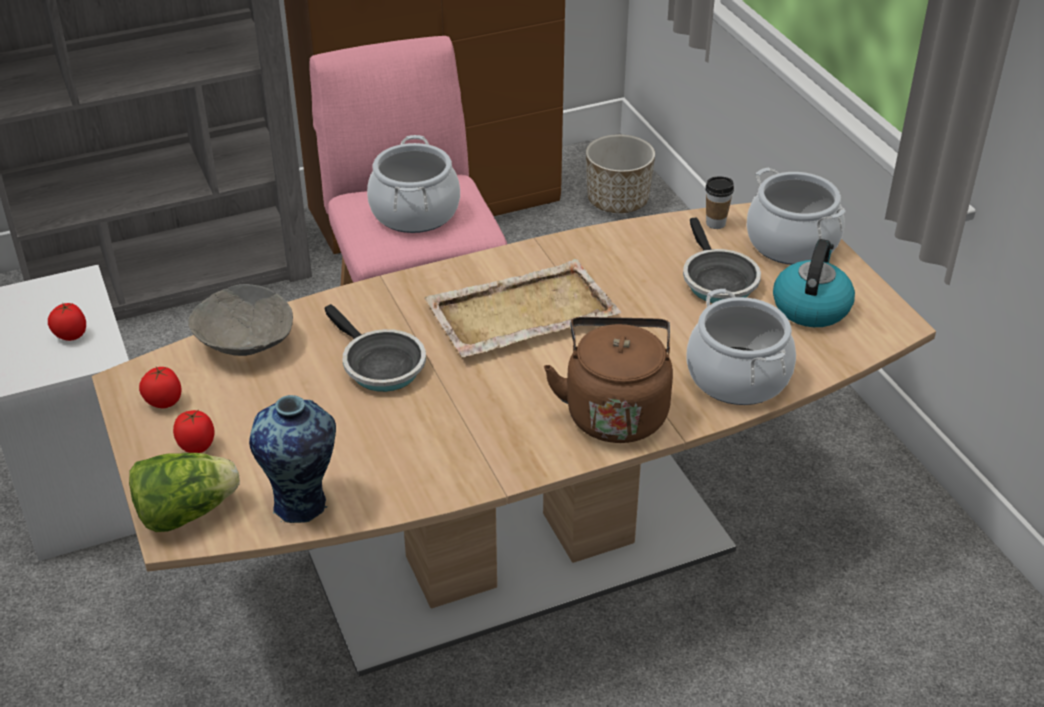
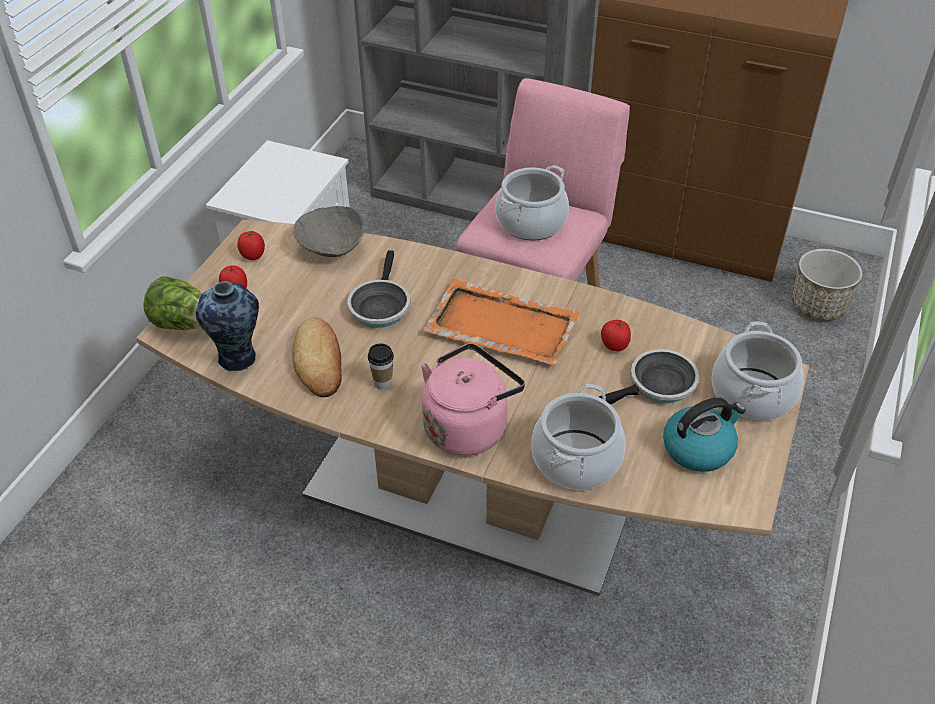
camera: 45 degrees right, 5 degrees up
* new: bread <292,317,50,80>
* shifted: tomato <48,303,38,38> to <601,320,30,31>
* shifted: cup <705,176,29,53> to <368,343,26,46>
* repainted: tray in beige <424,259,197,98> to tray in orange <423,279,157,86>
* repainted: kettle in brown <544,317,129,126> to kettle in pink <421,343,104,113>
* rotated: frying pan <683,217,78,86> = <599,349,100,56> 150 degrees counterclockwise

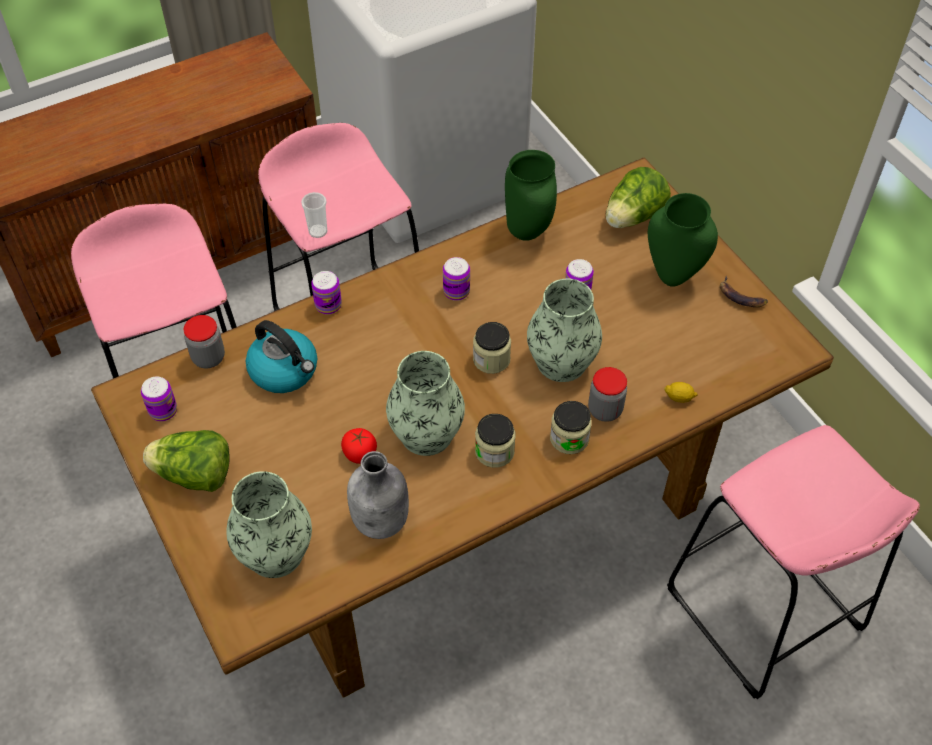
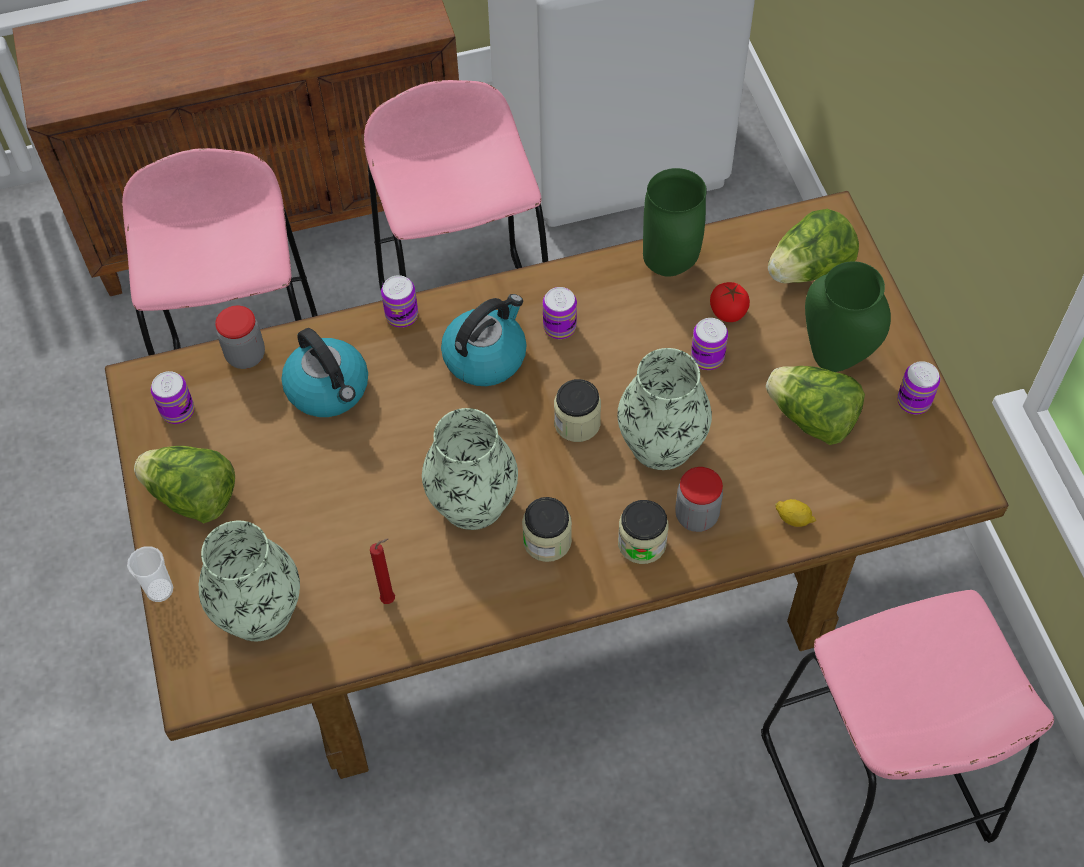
camera: 15 degrees right, 5 degrees up
* new: kettle <441,294,86,92>
* new: lettuce <766,366,99,79>
* shifted: cup <301,192,27,46> to <127,546,46,56>
* shifted: tomato <341,428,36,36> to <710,282,40,40>
* swapped: bottle in grey <347,451,62,88> to candle in red <370,538,25,66>
* swapped: banana <720,276,48,31> to can <897,361,43,53>

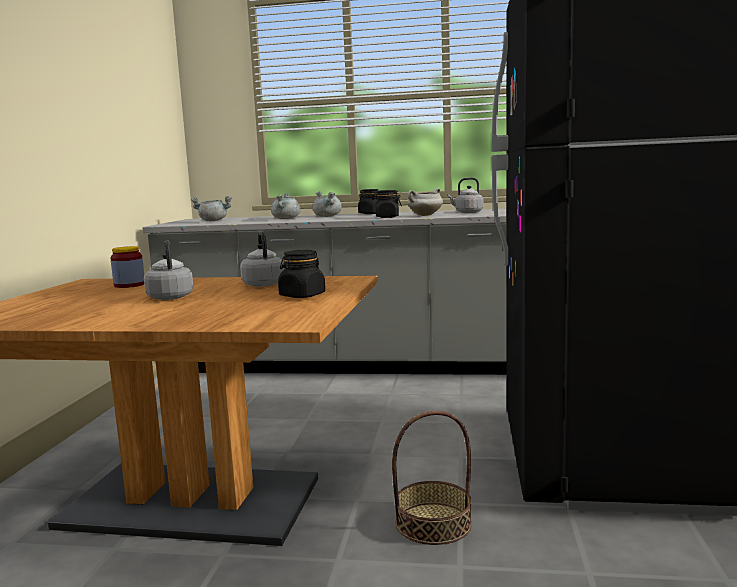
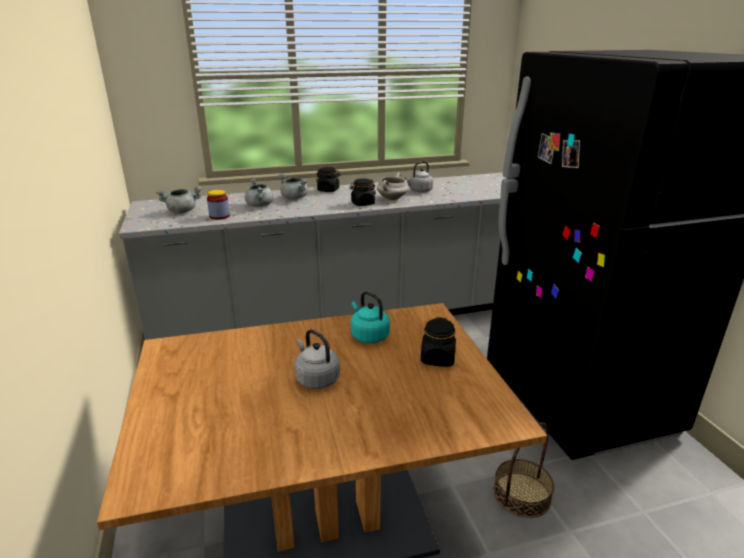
camera: 25 degrees left, 15 degrees up
* shifted: jar <110,246,34,42> to <207,190,23,30>
* repainted: kettle in grey <240,232,44,55> to kettle in turquoise <351,291,39,52>

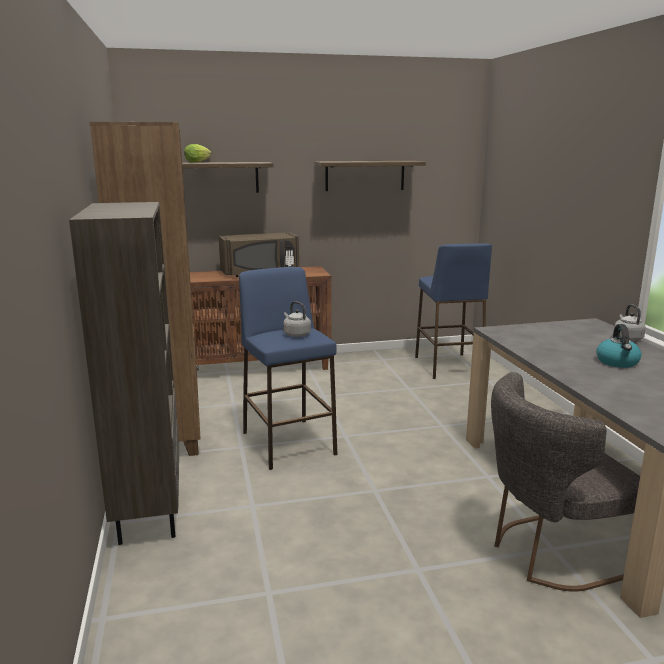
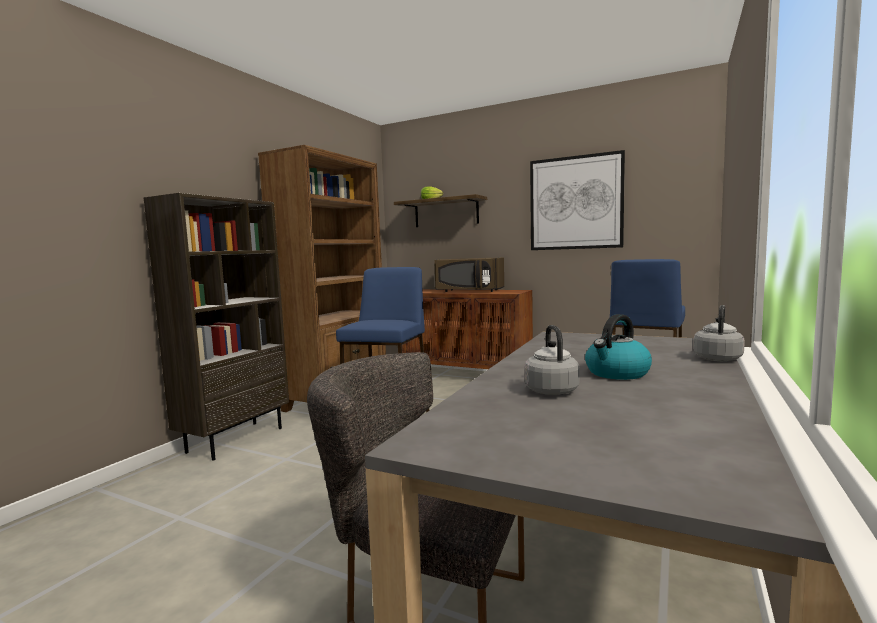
camera: 40 degrees right, 10 degrees down
* shifted: kettle in grey <283,301,28,36> to <524,325,56,70>
* swapped: shelf <315,161,111,30> to picture <530,150,95,100>

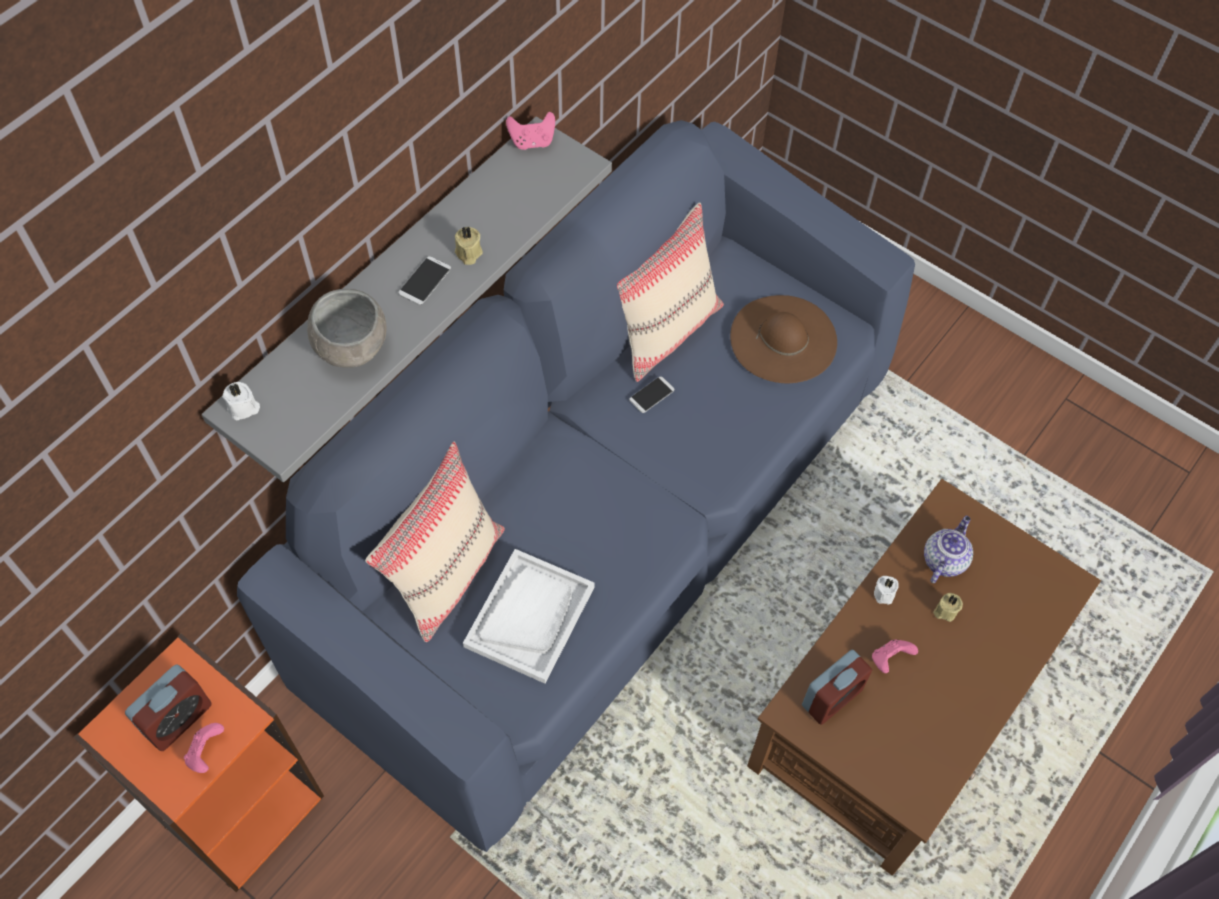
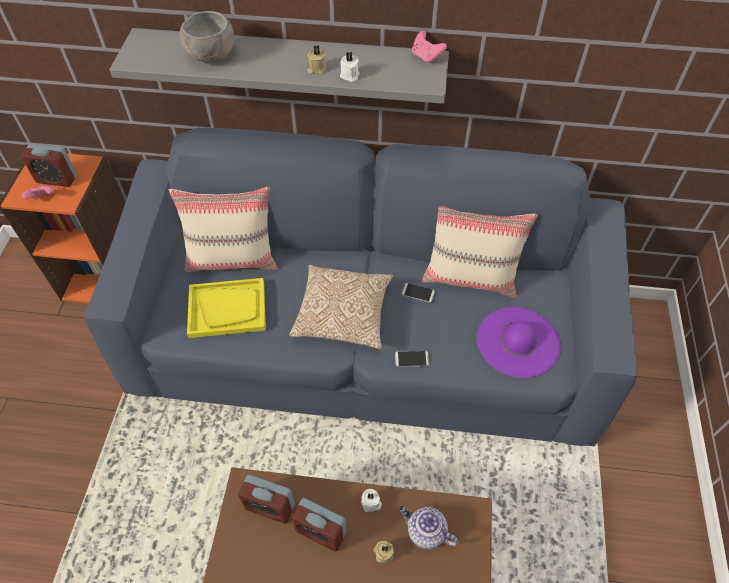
camera: 60 degrees right, 5 degrees down
* new: pillow <289,264,104,85>
* shifted: candle in white <222,382,38,38> to <340,51,20,31>
* shifted: phone <398,256,53,49> to <395,351,34,16>
* swapped: game controller in pink <872,640,46,33> to alarm clock <292,498,55,54>
* repainted: tray in white <463,549,132,135> to tray in yellow <187,278,79,60>
* repainted: hat in brown <730,295,107,88> to hat in purple <477,307,84,71>
* rotated: teapot <924,516,49,67> = <399,506,59,44> 150 degrees counterclockwise

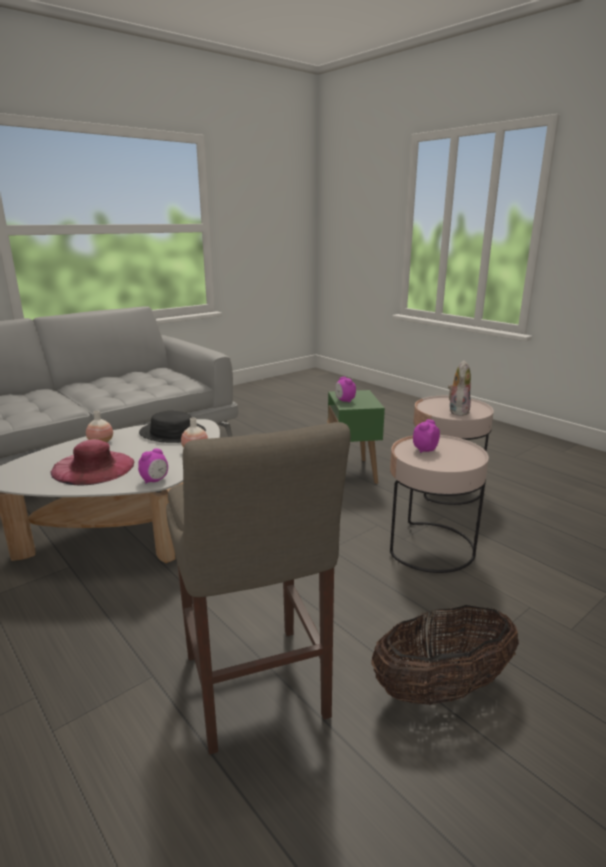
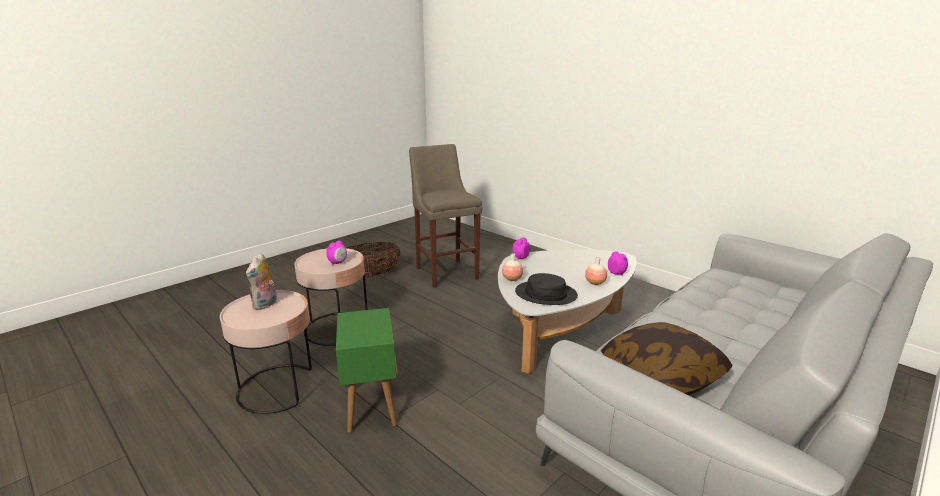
camera: 175 degrees right, 0 degrees up
* gone: hat in pink <50,439,85,47>
* new: pillow <601,322,132,73>
* shifted: alarm clock <335,377,21,26> to <608,251,20,25>

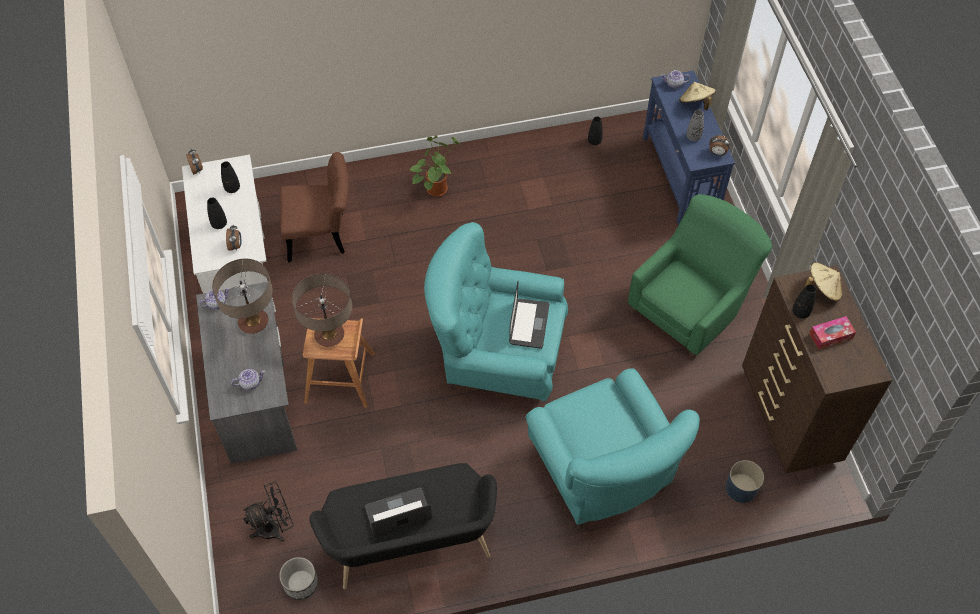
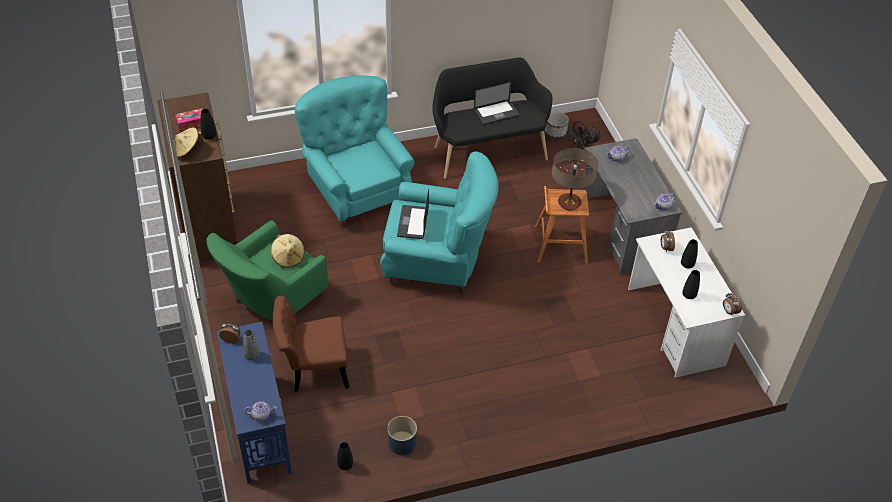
camera: 175 degrees right, 10 degrees down
* gone: table lamp <212,259,61,75>
* gone: potted plant <410,136,50,61>
* shifted: chair in brown <280,152,69,110> to <273,295,76,97>
* shifted: hat in beige <679,82,37,28> to <271,234,33,34>
* shifted: planter in blue <726,460,38,43> to <387,416,30,39>

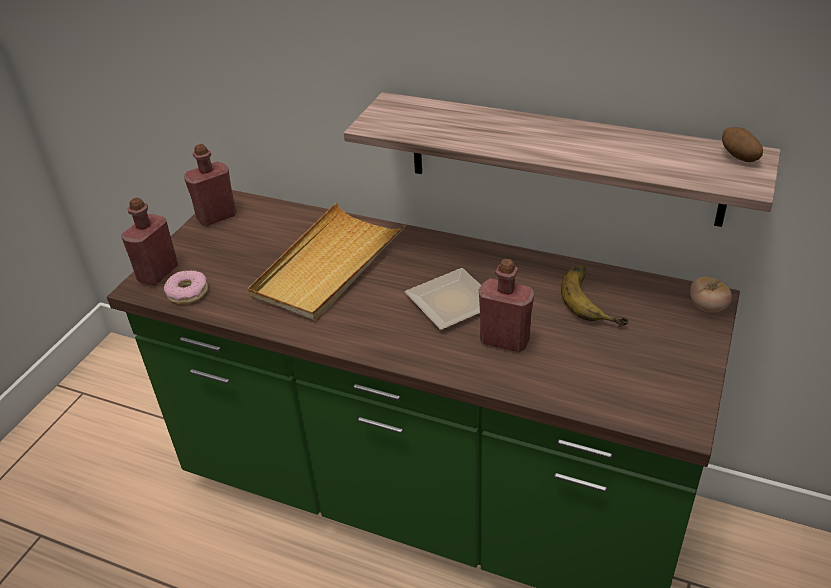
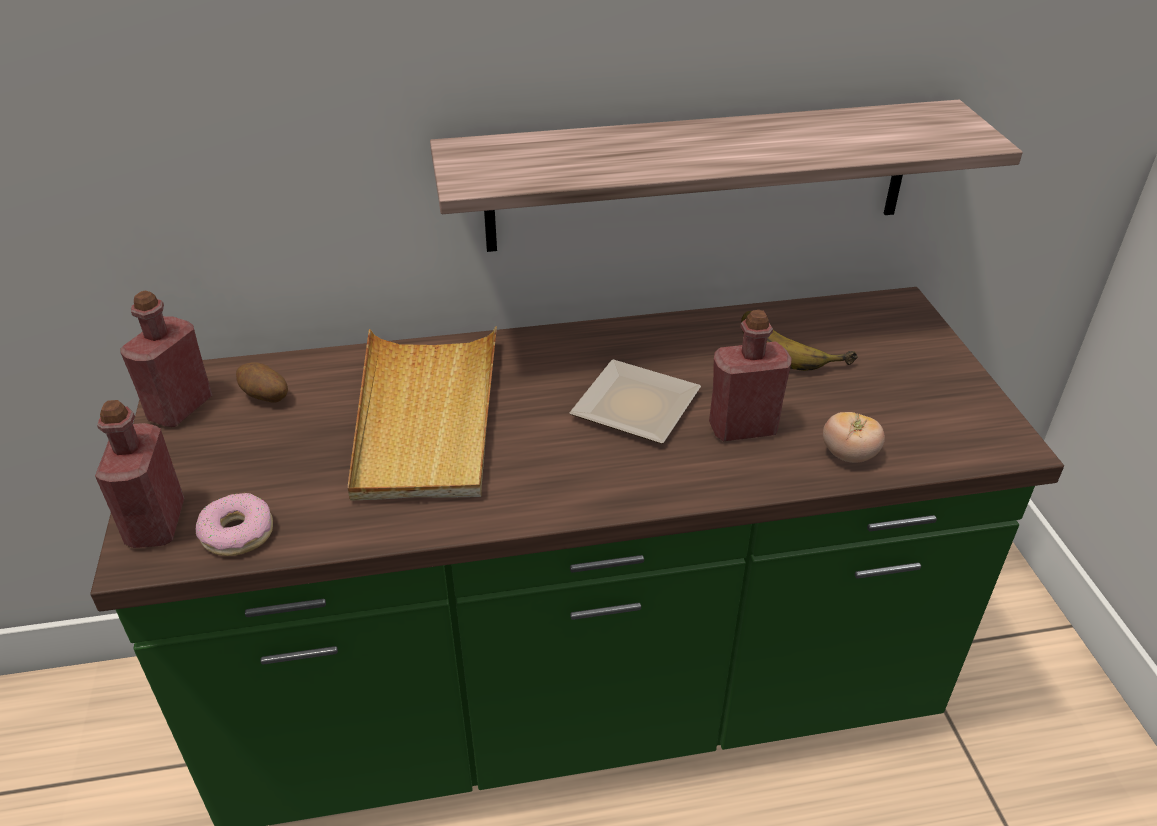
camera: 35 degrees left, 0 degrees up
* shifted: tomato <690,277,42,36> to <823,412,62,51>
* shifted: potato <722,127,41,35> to <236,362,52,41>

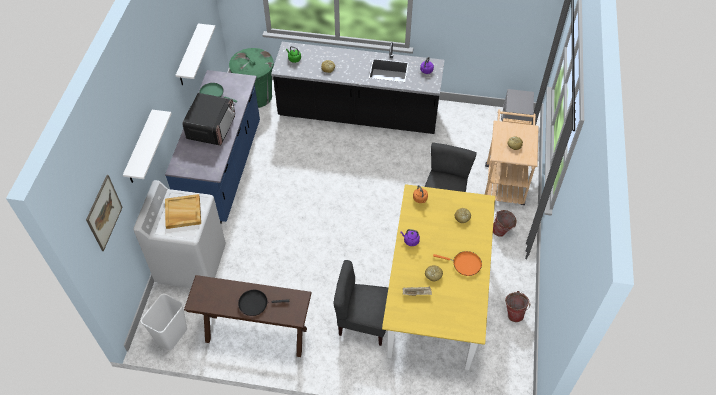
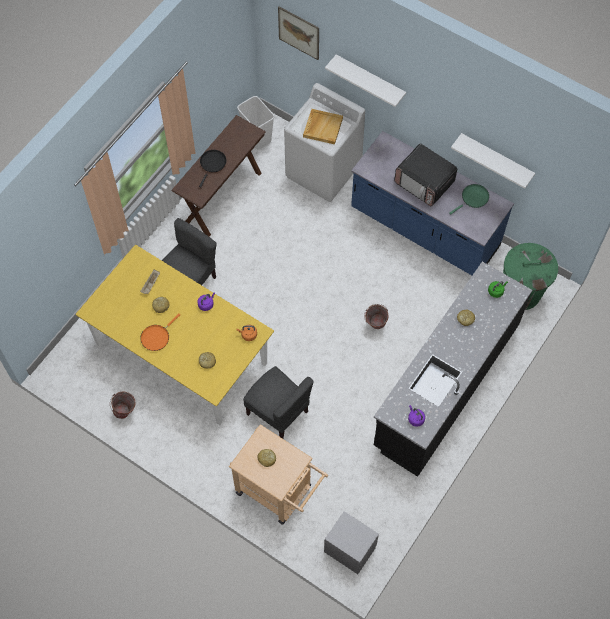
camera: 115 degrees right, 10 degrees up
* shifted: bucket <493,210,24,27> to <364,304,25,25>

